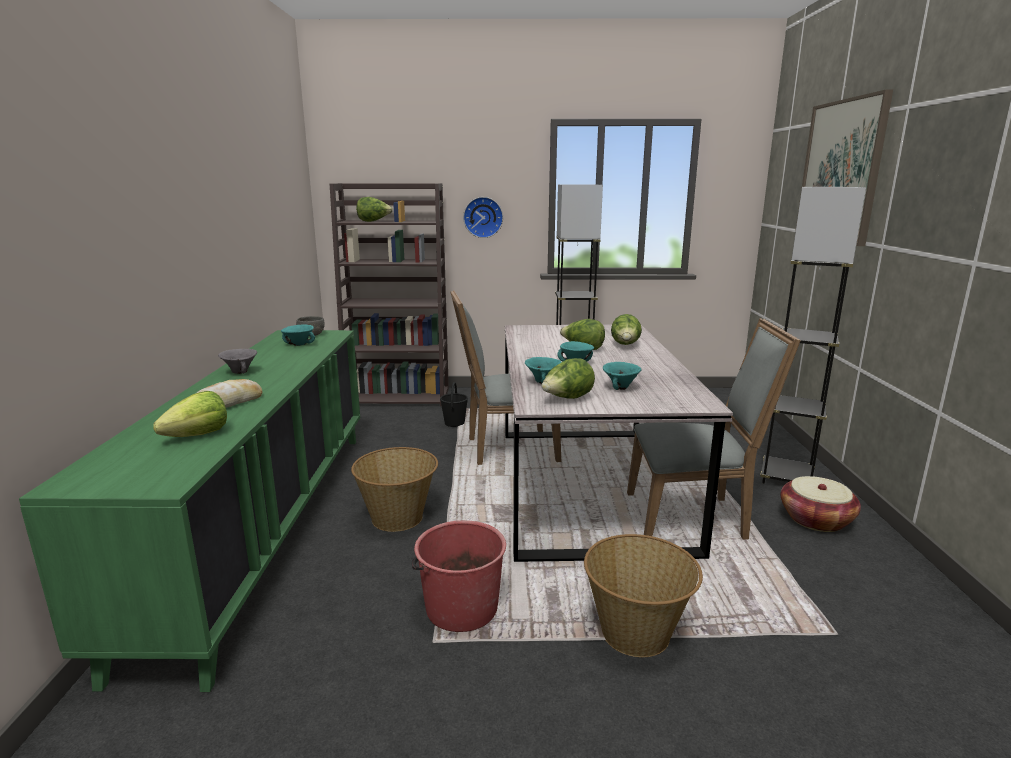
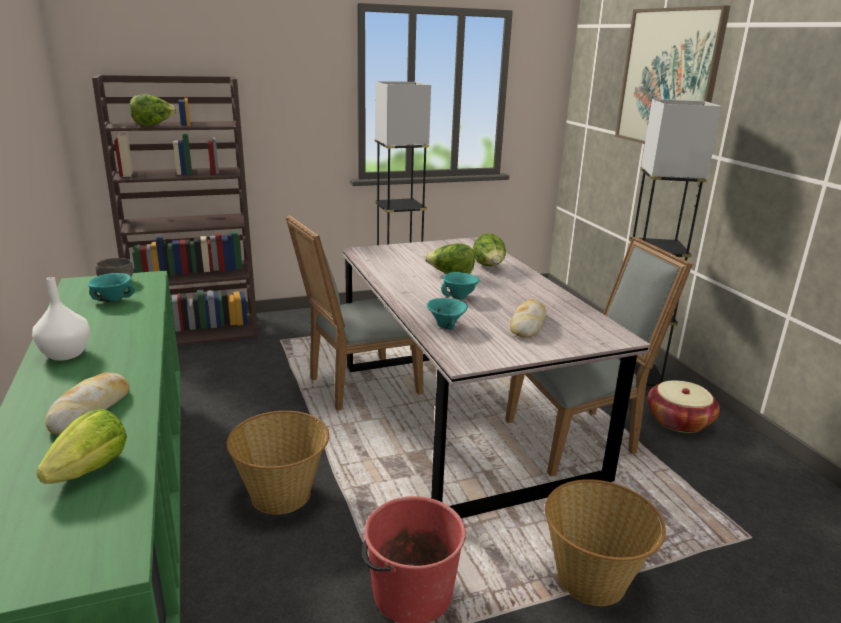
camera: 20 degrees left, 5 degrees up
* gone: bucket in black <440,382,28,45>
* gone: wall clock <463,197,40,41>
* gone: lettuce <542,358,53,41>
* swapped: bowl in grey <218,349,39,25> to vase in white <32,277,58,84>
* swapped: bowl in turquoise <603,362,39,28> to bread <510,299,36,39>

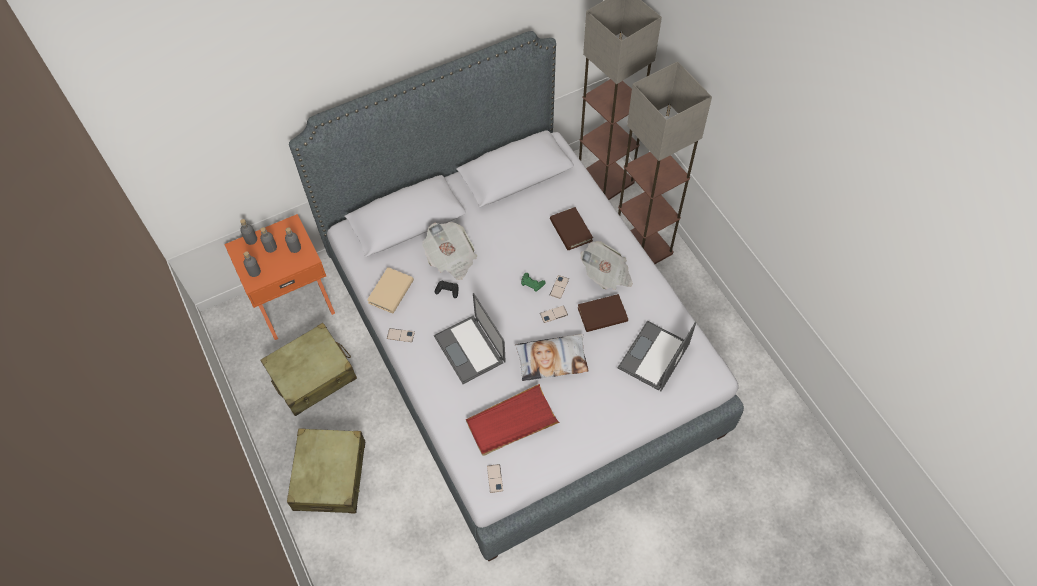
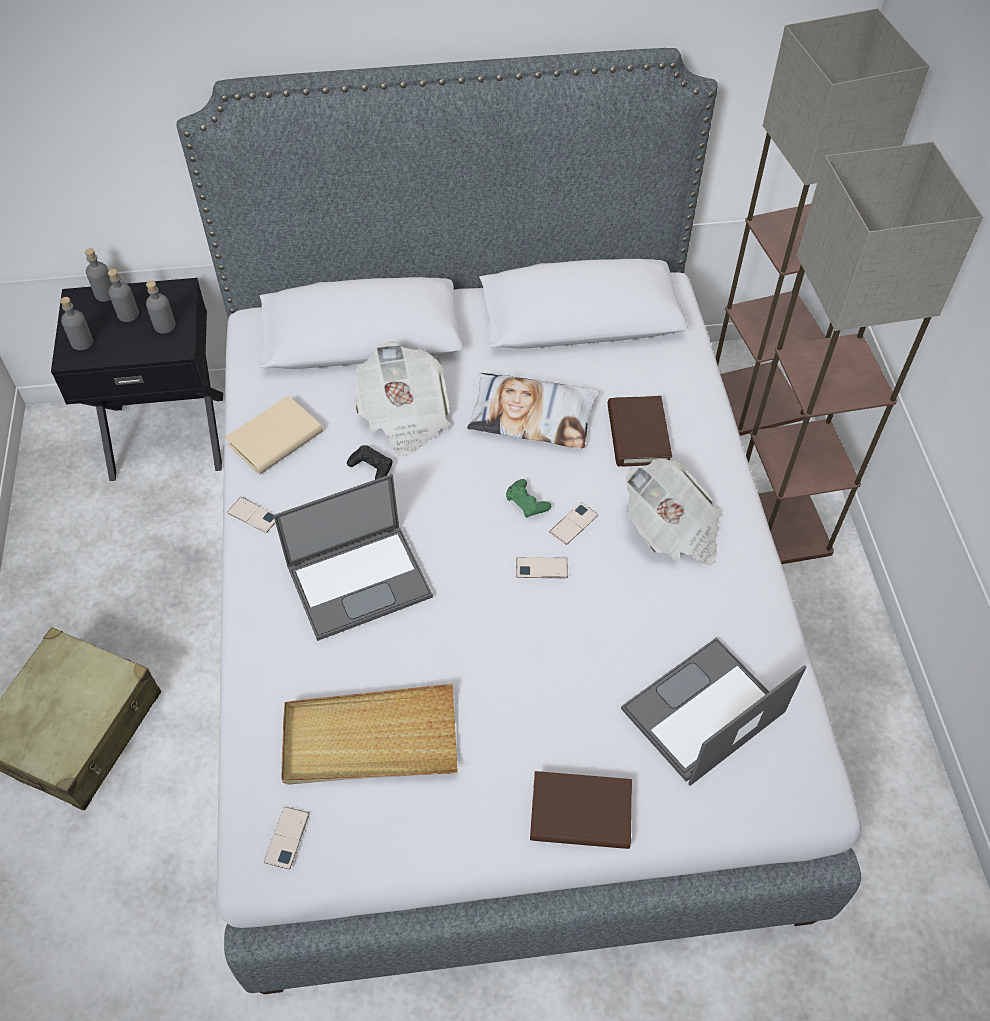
camera: 20 degrees right, 5 degrees down
* gone: suitcase in beige <261,323,96,93>
* shifted: pillow <515,334,74,47> to <467,373,132,75>
* shifted: book in brown <578,294,50,38> to <530,771,102,78>
* repainted: nightstand in orange <224,214,111,126> to nightstand in black <51,278,172,203>
* repainted: tray in red <466,384,94,72> to tray in beige <282,684,176,101>
* rotated: laptop <434,293,72,91> = <273,474,160,167> 105 degrees counterclockwise

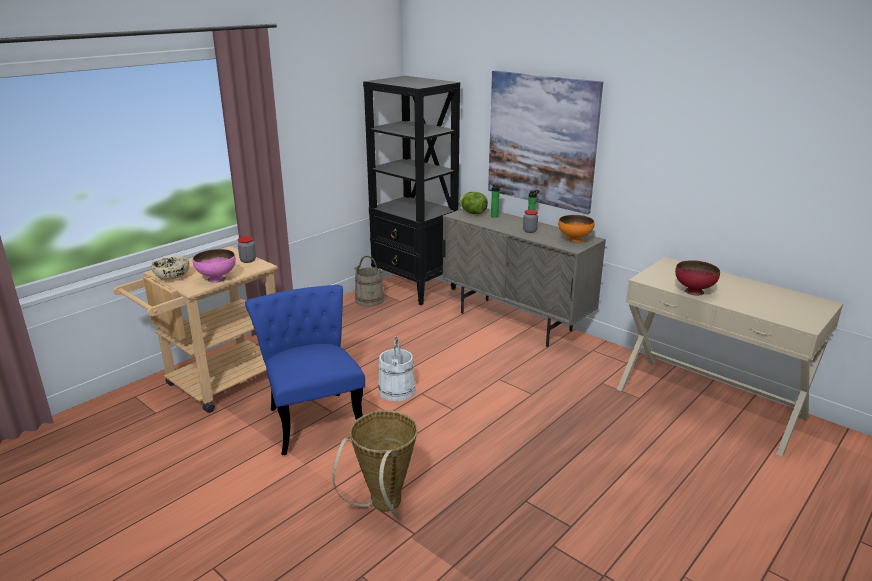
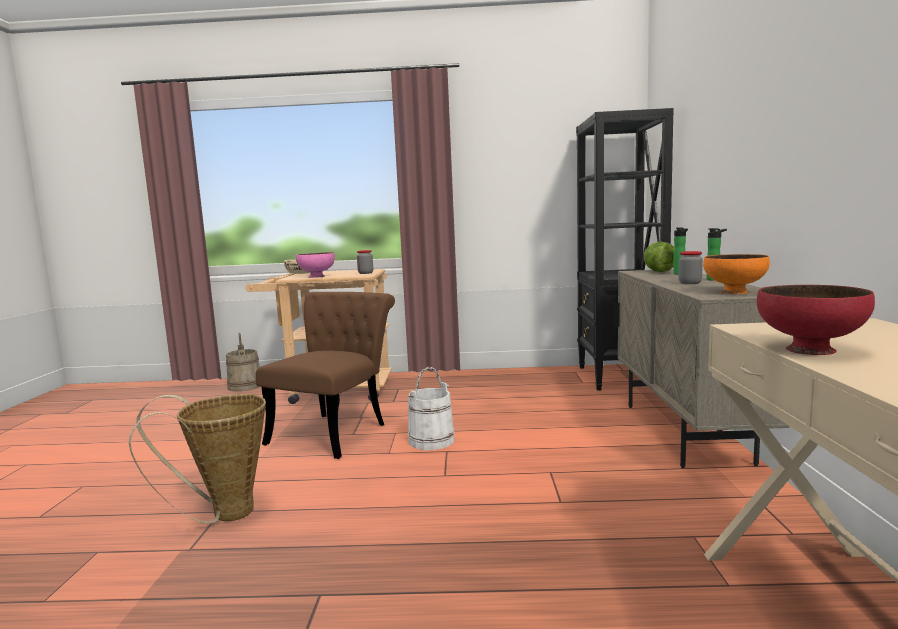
camera: 50 degrees right, 15 degrees down
* gone: picture <488,71,115,143>
* shifted: bucket in beige <354,256,30,50> to <226,333,34,59>
* repainted: chair in blue <245,285,120,170> to chair in brown <256,292,139,167>

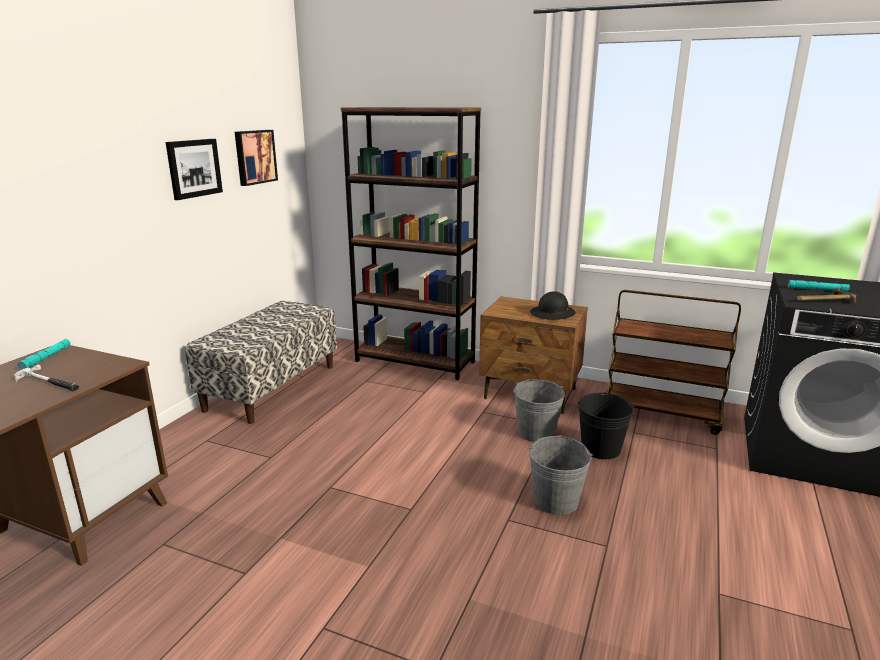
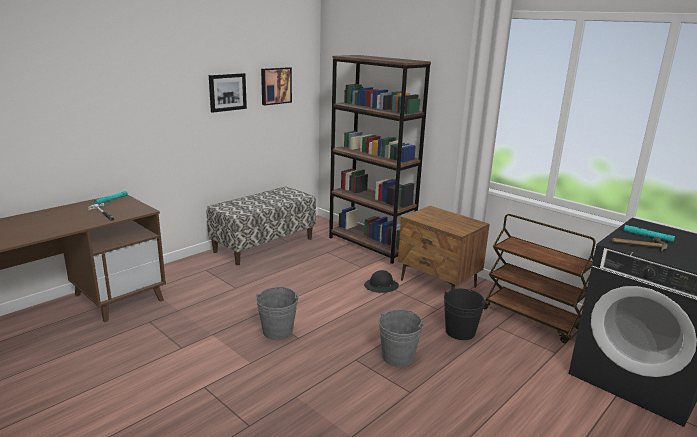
camera: 20 degrees right, 0 degrees up
* shifted: bucket in grey <514,379,51,63> to <256,287,42,53>
* shifted: hard hat in black <530,291,46,29> to <364,270,35,23>

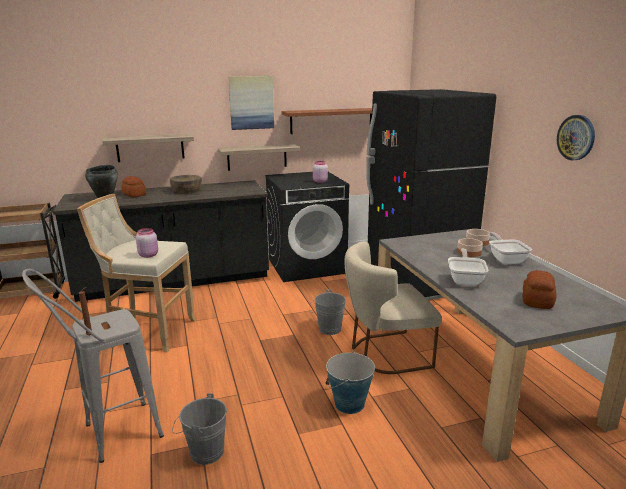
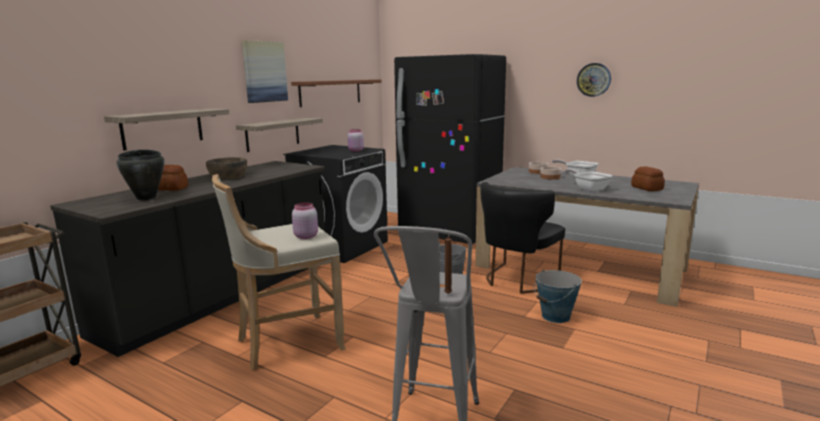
camera: 40 degrees left, 5 degrees down
* gone: bucket in grey <172,393,55,72>
* repainted: chair in beige <345,241,96,133> to chair in black <480,182,85,112>

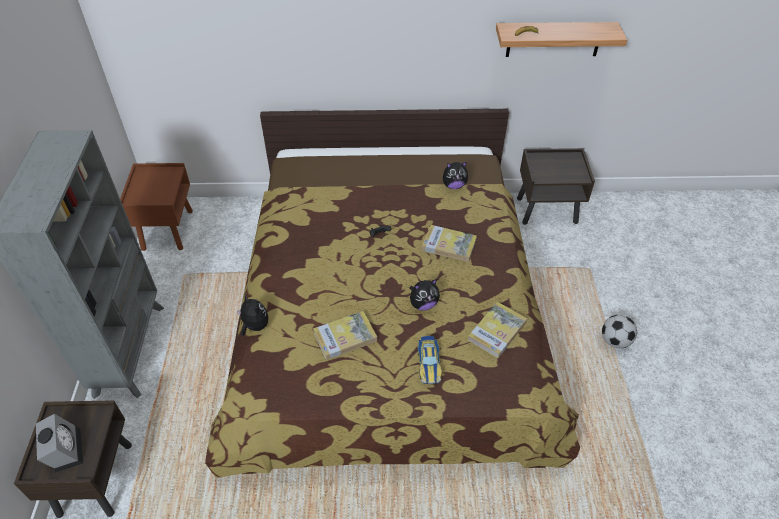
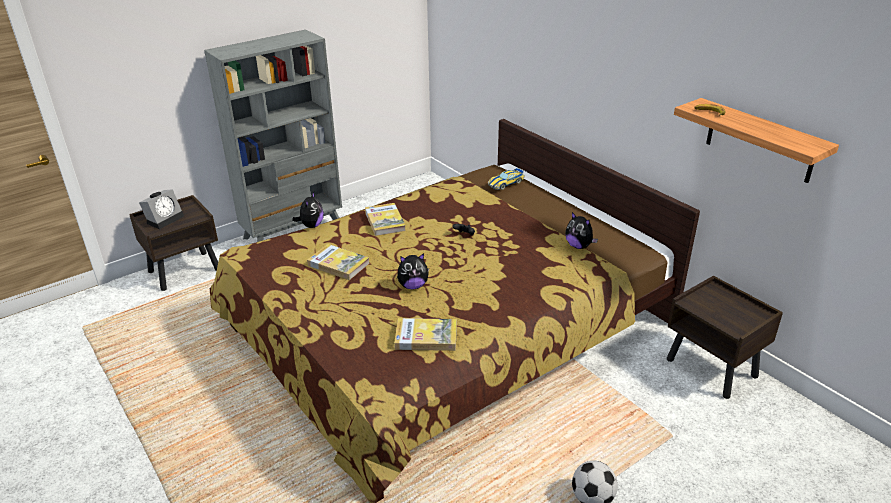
camera: 55 degrees right, 15 degrees down
* gone: nightstand in brown <120,163,73,88>
* shifted: toy car <417,336,25,48> to <488,168,37,22>
* shifted: book <422,225,55,37> to <365,203,41,33>
* rotated: plush toy <409,279,31,32> = <397,253,32,36> 45 degrees counterclockwise

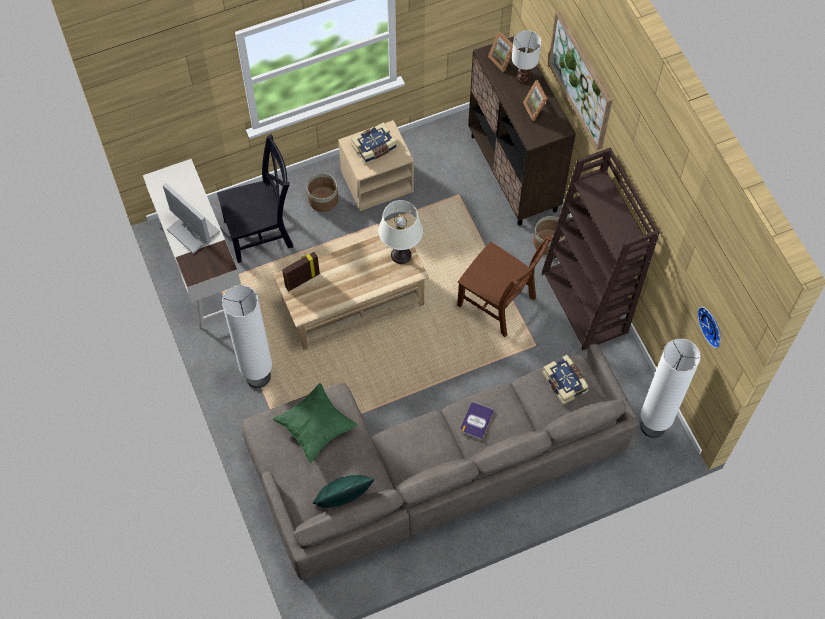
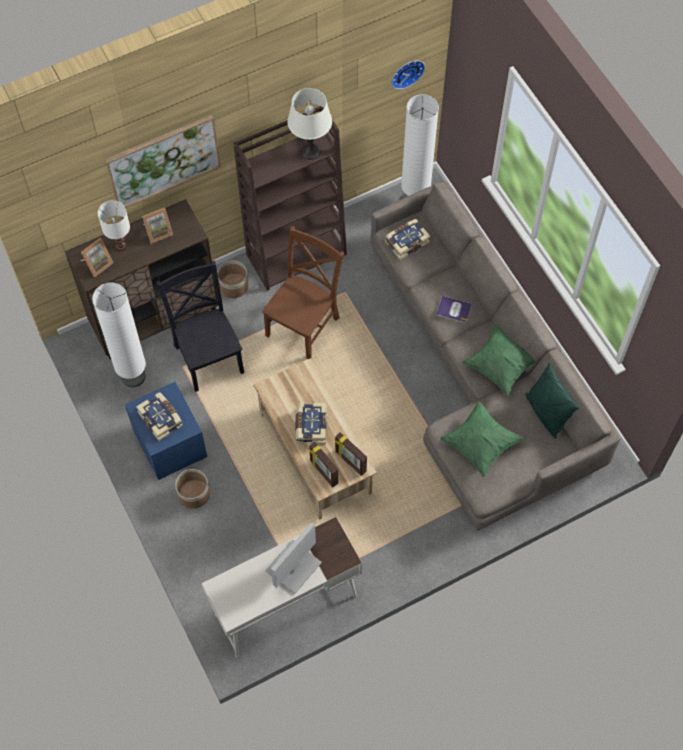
camera: 95 degrees left, 0 degrees up
* new: book <295,402,32,42>
* new: picture frame <334,432,33,44>
* new: pillow in green <462,325,73,71>
* shifted: chair in black <217,134,76,129> to <156,261,88,131>
* shifted: floor lamp in white <222,285,50,103> to <92,283,54,105>
* shifted: table lamp in white <379,200,44,64> to <287,88,45,72>
* repainted: nightstand in beige <338,120,76,91> to nightstand in blue <125,382,82,98>

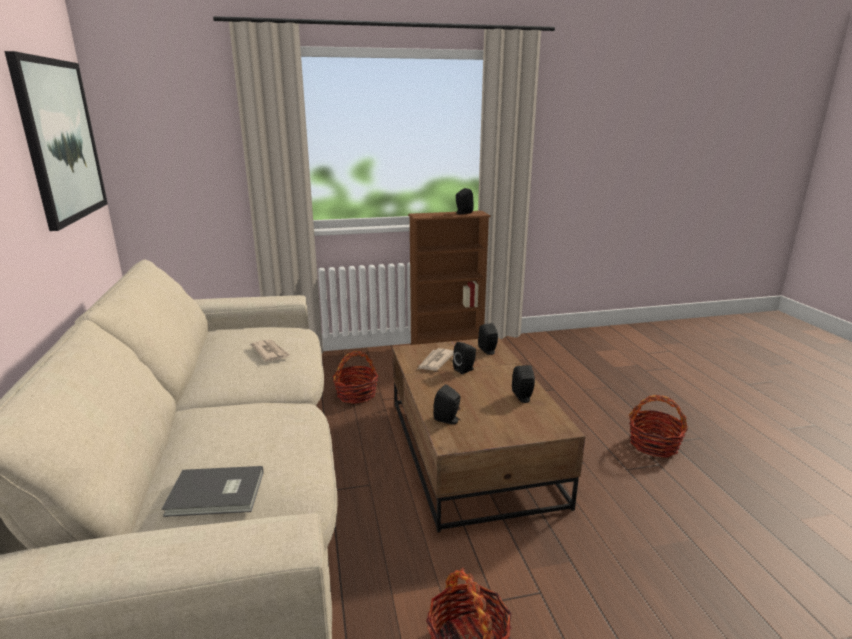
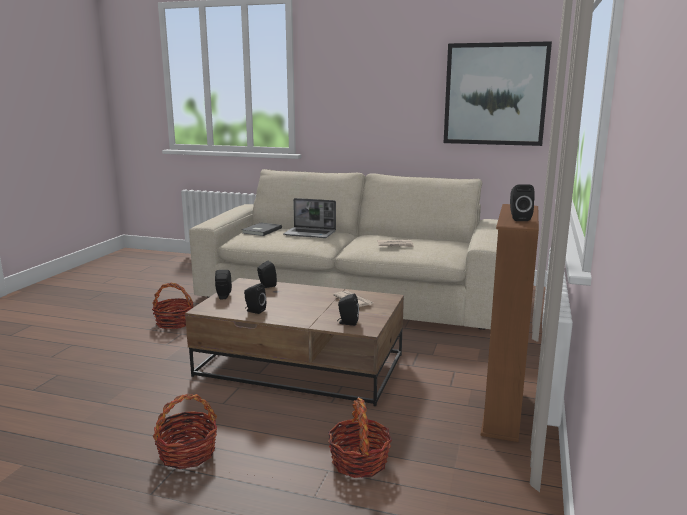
camera: 120 degrees right, 5 degrees down
* new: laptop <283,198,53,40>
* shifted: basket <333,351,46,53> to <328,398,64,80>
* shifted: speaker in black <453,342,23,32> to <215,270,17,29>

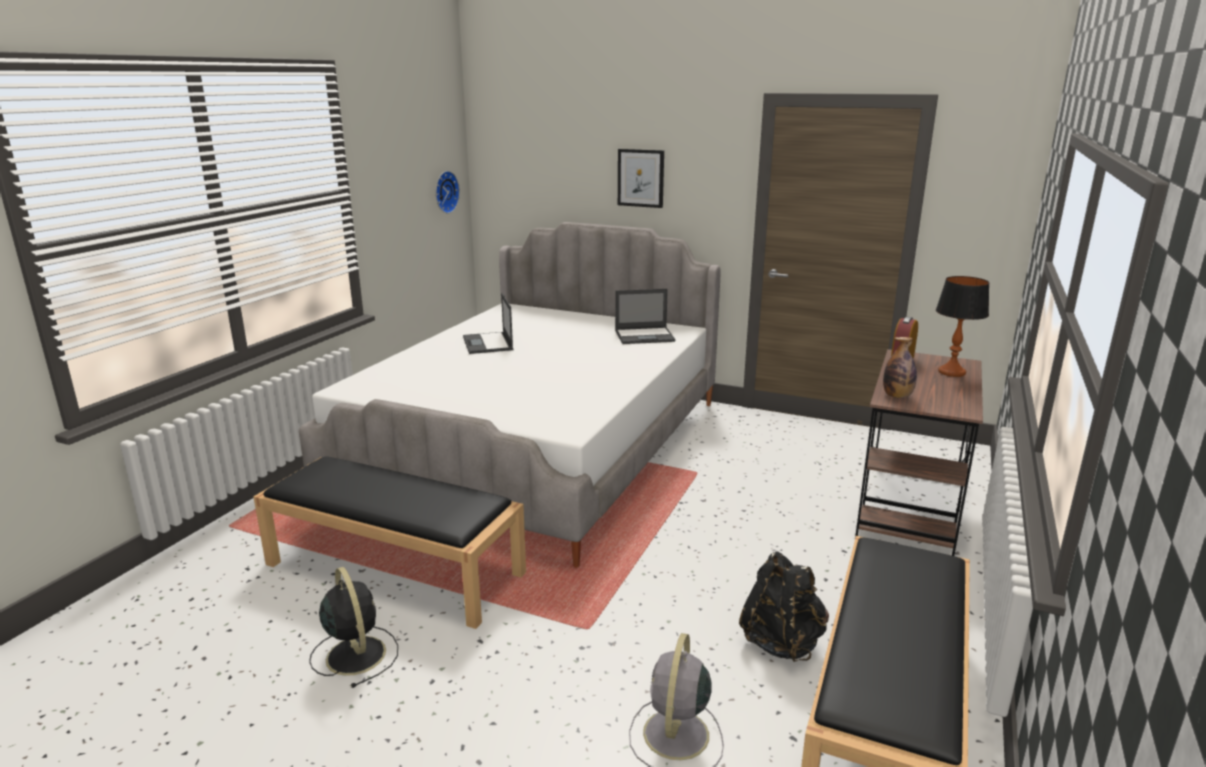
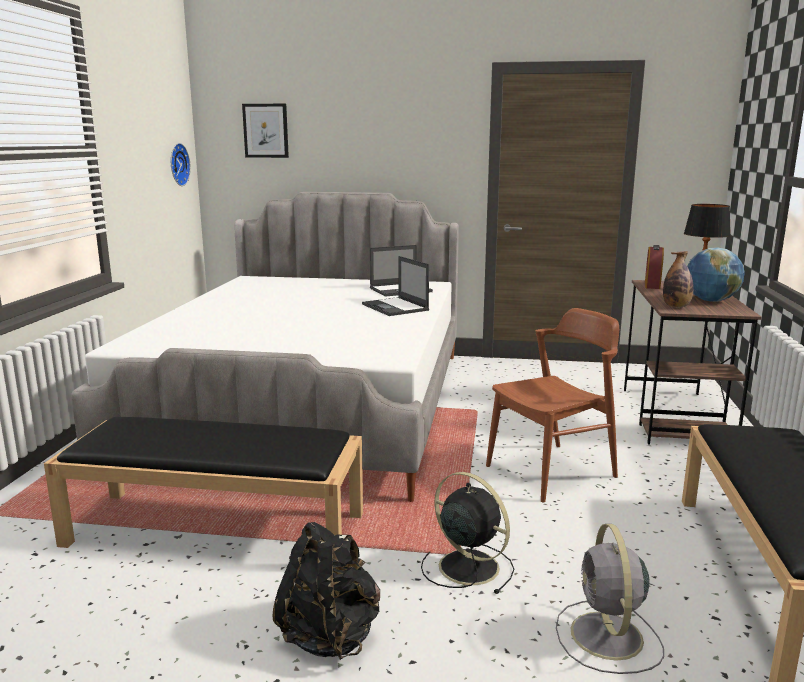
camera: 15 degrees left, 5 degrees down
* new: chair in brown <486,308,133,194>
* new: globe <687,248,58,54>
* shifted: fan in black <309,567,89,121> to <421,472,93,122>
* shifted: laptop <463,293,50,61> to <362,256,67,60>
* shifted: picture <618,149,46,59> to <242,104,47,54>
* shifted: backpack in black <739,552,90,110> to <272,522,108,138>

